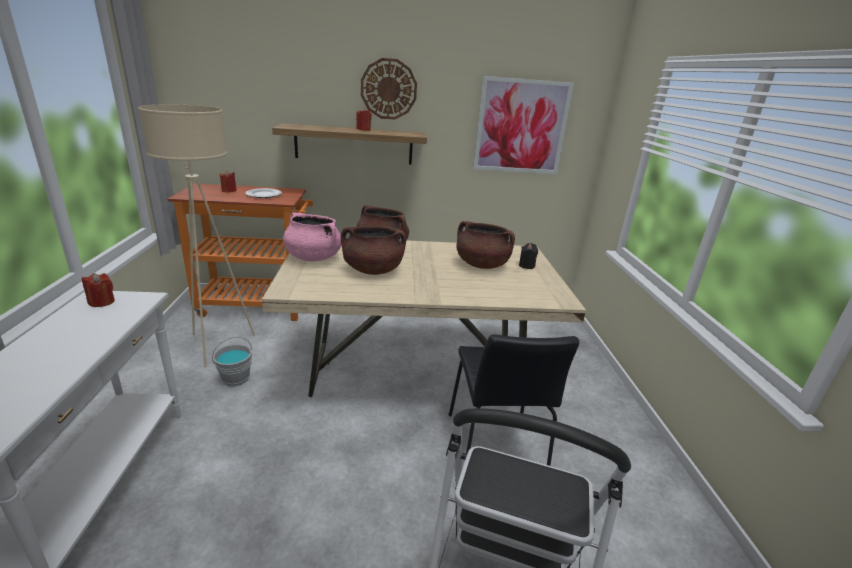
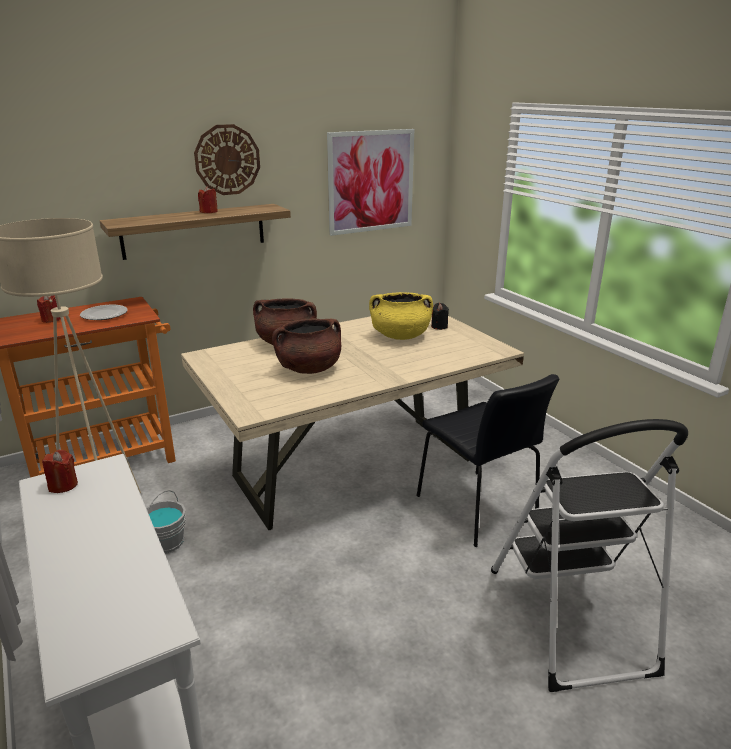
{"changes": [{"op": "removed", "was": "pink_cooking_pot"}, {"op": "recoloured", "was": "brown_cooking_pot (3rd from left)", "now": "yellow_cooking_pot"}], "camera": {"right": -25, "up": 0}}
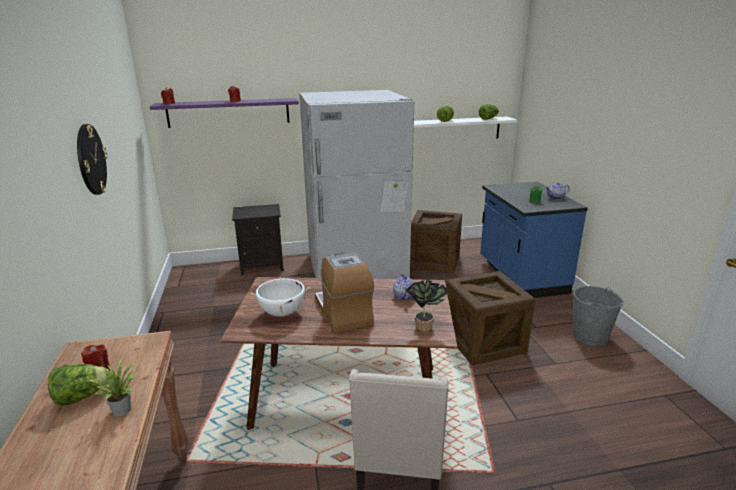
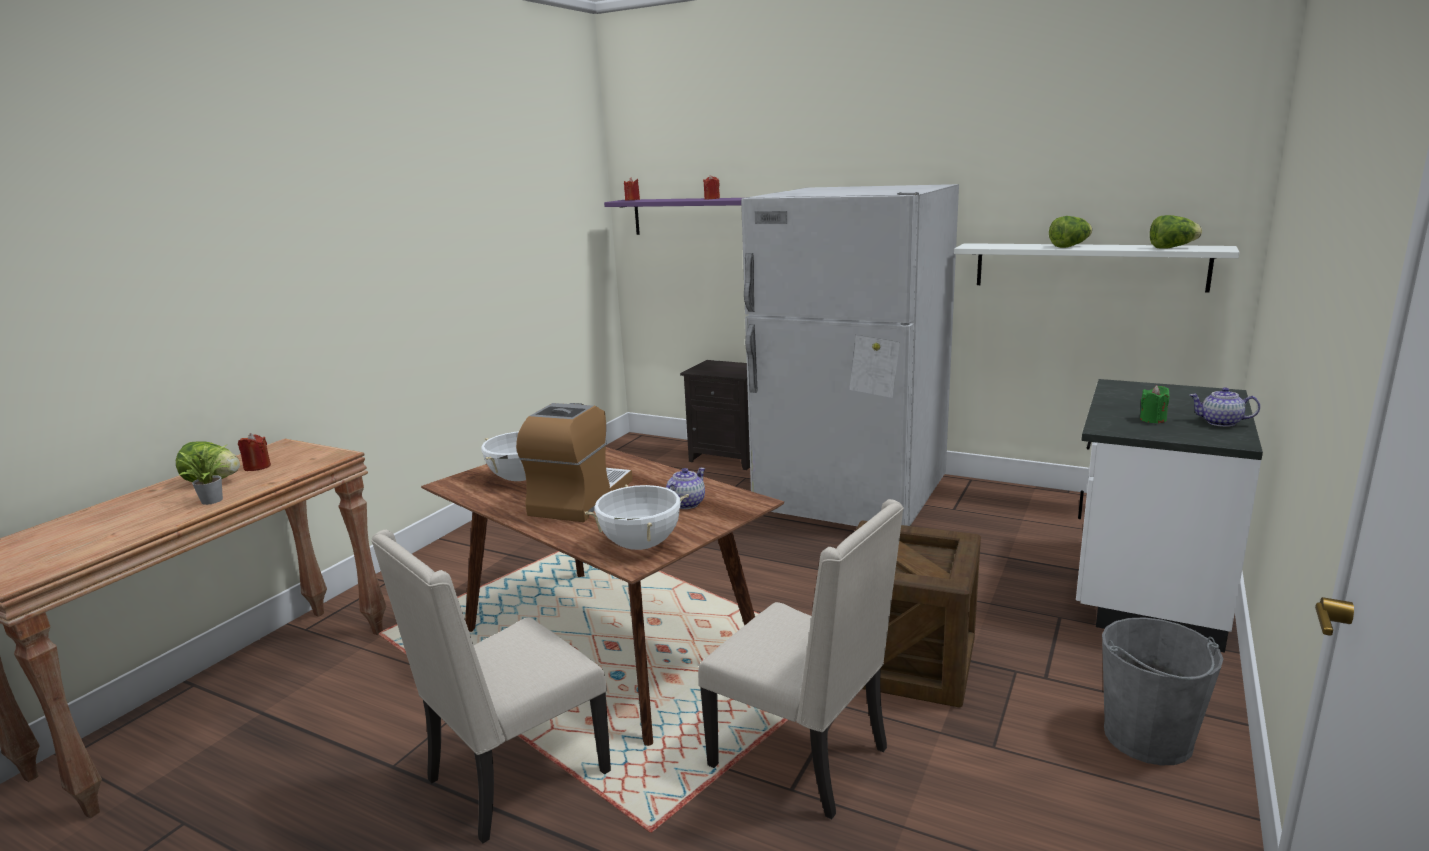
{"changes": [{"op": "removed", "was": "wall_clock"}, {"op": "removed", "was": "crate (1st from left)"}, {"op": "added", "now": "beige_chair (2nd from left)"}, {"op": "replaced", "was": "potted_plant (2nd from left)", "now": "white_cooking_pot (2nd from left)"}, {"op": "recoloured", "was": "blue_counter", "now": "white_counter"}], "camera": {"right": 40, "up": -5}}
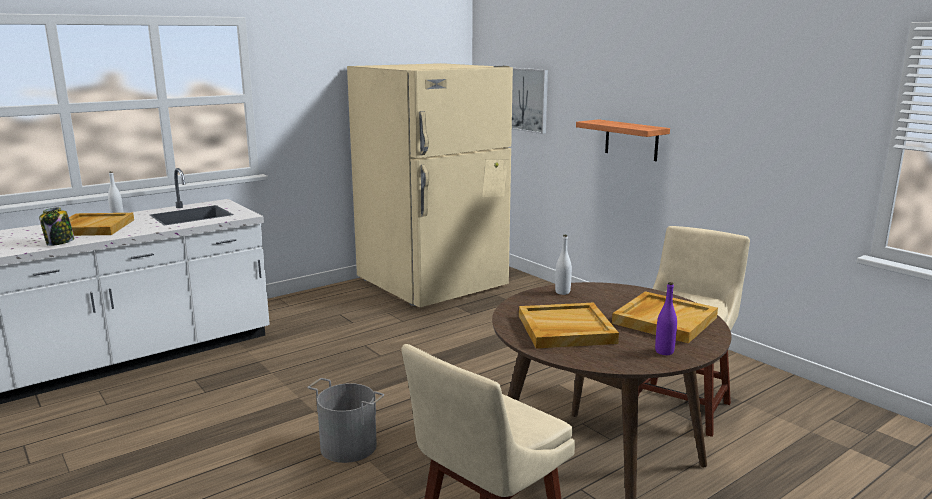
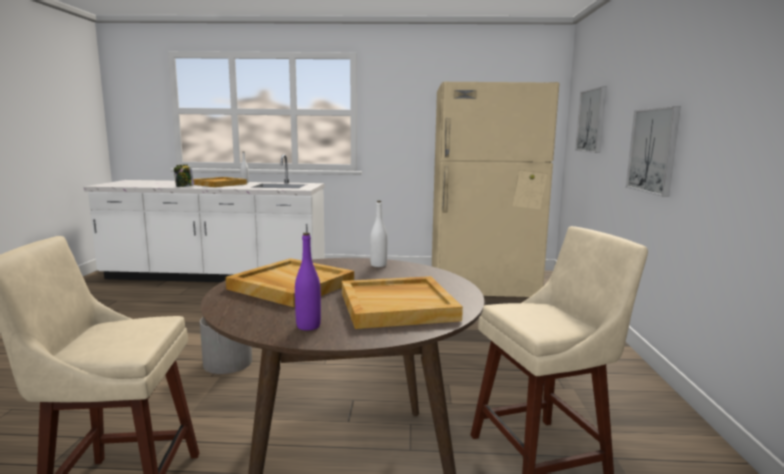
{"changes": [{"op": "replaced", "was": "shelf", "now": "picture (2nd from left)"}], "camera": {"right": 40, "up": -5}}
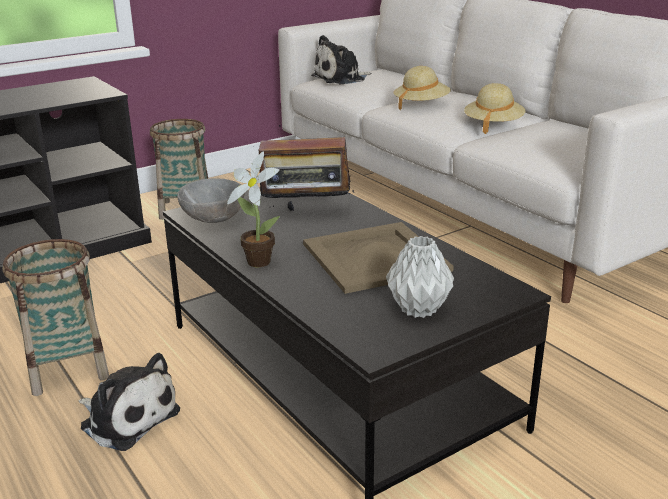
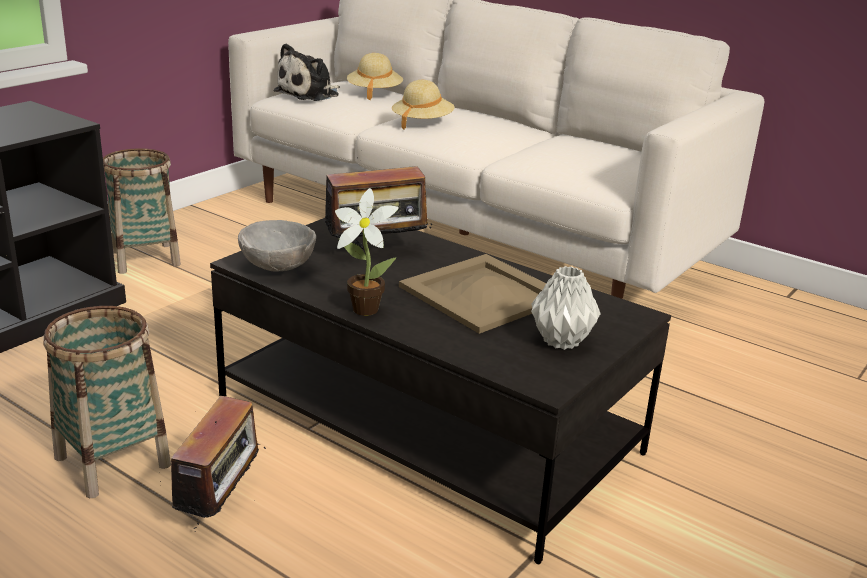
{"changes": [{"op": "moved", "was": "beige_hat (2nd from left in the first image)", "now": "beige_hat (1st from left)"}, {"op": "replaced", "was": "plush_toy (1st from left)", "now": "radio (1st from left)"}], "camera": {"right": -20, "up": 0}}
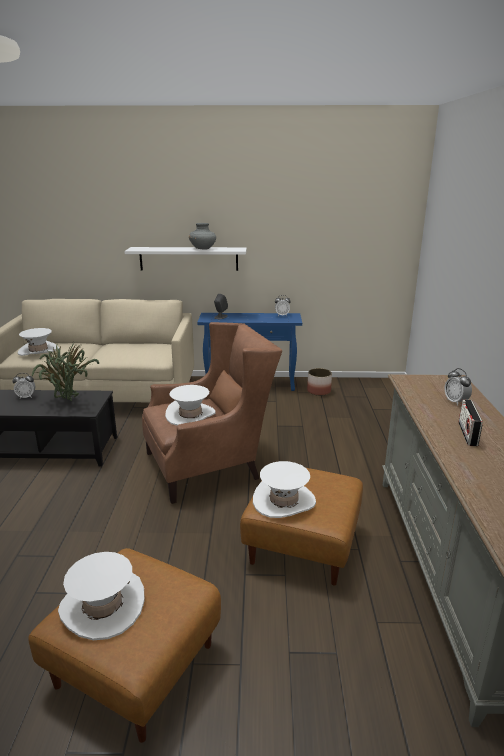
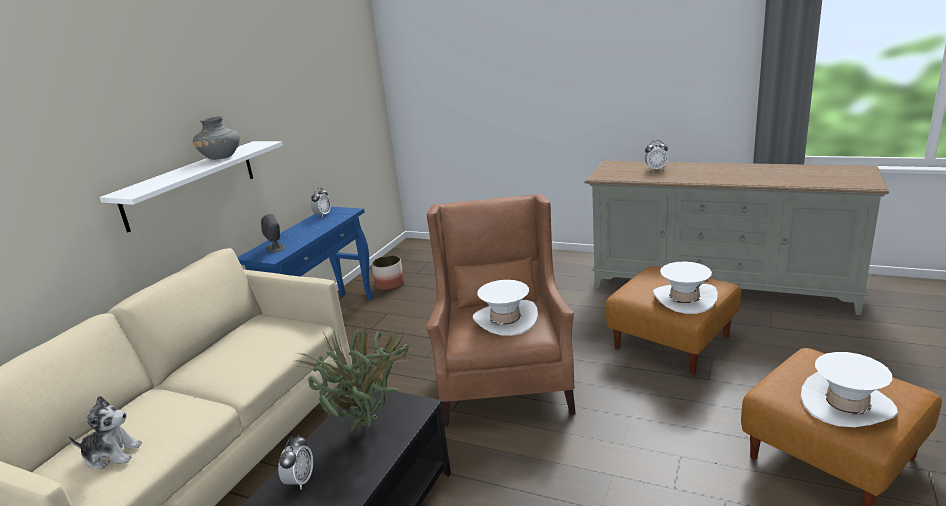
{"changes": [{"op": "removed", "was": "radio"}, {"op": "replaced", "was": "white_hat (1st from left)", "now": "plush_toy"}], "camera": {"right": -65, "up": 0}}
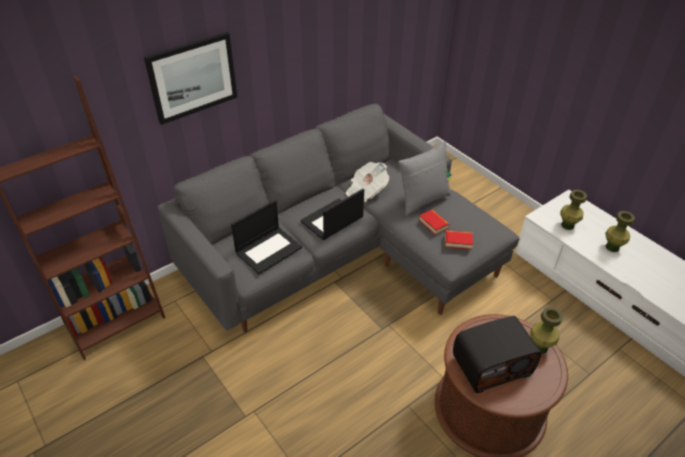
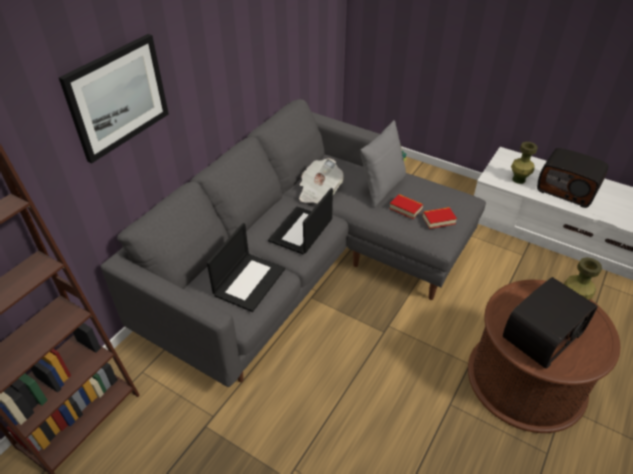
{"changes": [{"op": "replaced", "was": "green_vase (3rd from left)", "now": "radio (2nd from left)"}], "camera": {"right": -20, "up": 0}}
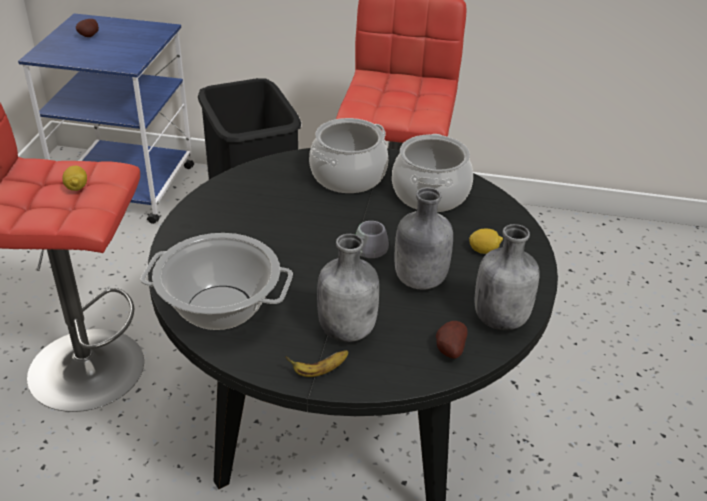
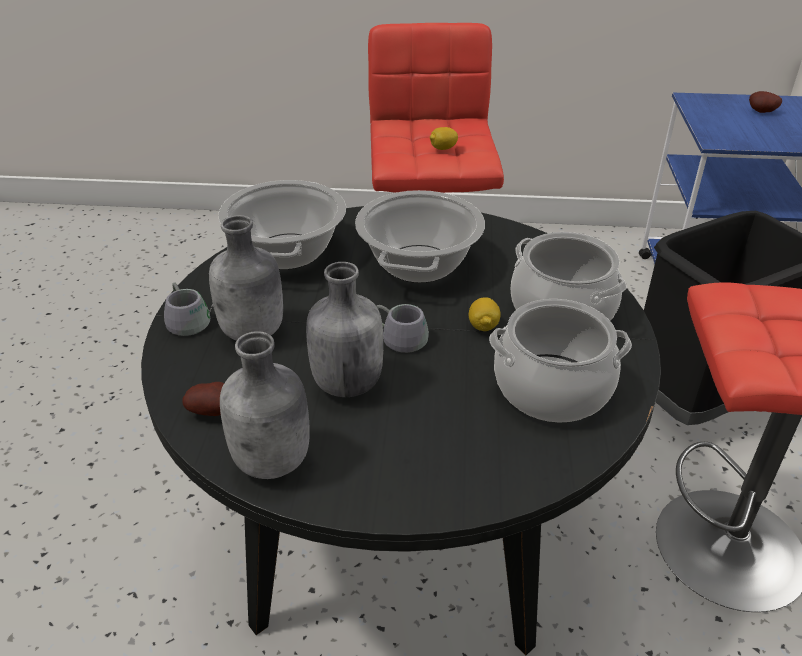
{"changes": [{"op": "added", "now": "cooking_pot (2nd from left)"}, {"op": "moved", "was": "lemon (2nd from left)"}, {"op": "replaced", "was": "banana", "now": "grey_mug (1st from left)"}], "camera": {"right": 85, "up": 0}}
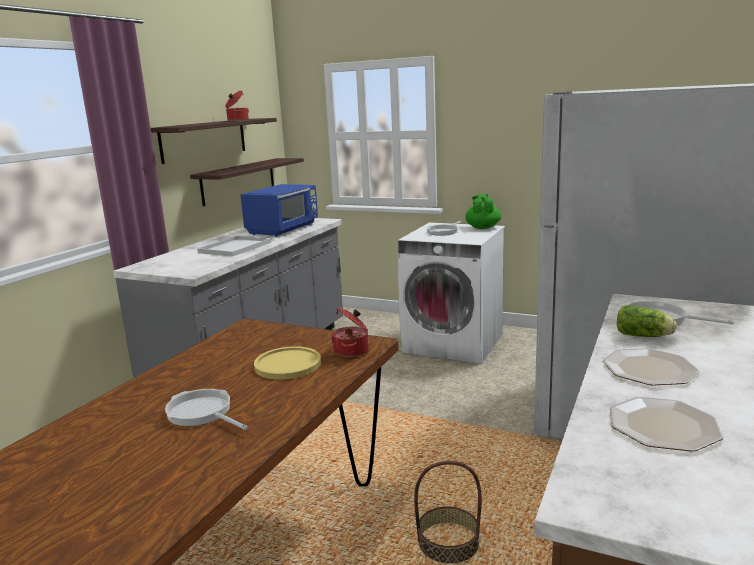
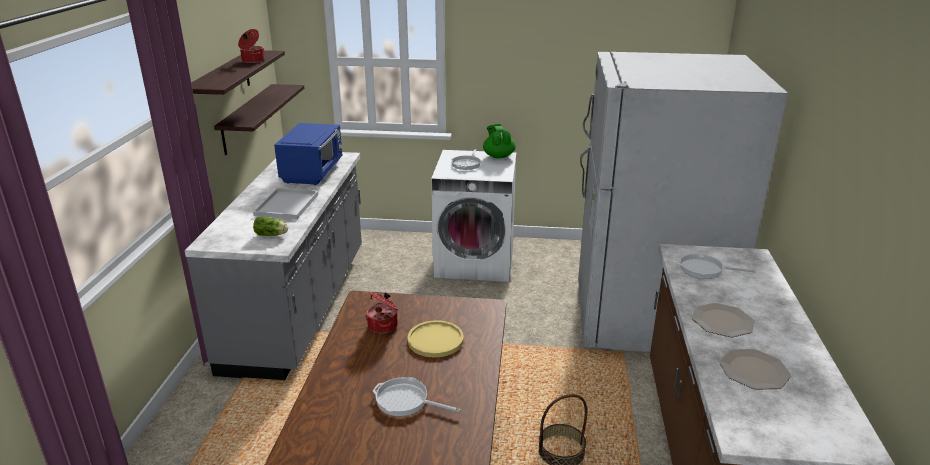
{"changes": [{"op": "moved", "was": "cooking_pot (2nd from left)"}, {"op": "moved", "was": "lettuce"}], "camera": {"right": -20, "up": 10}}
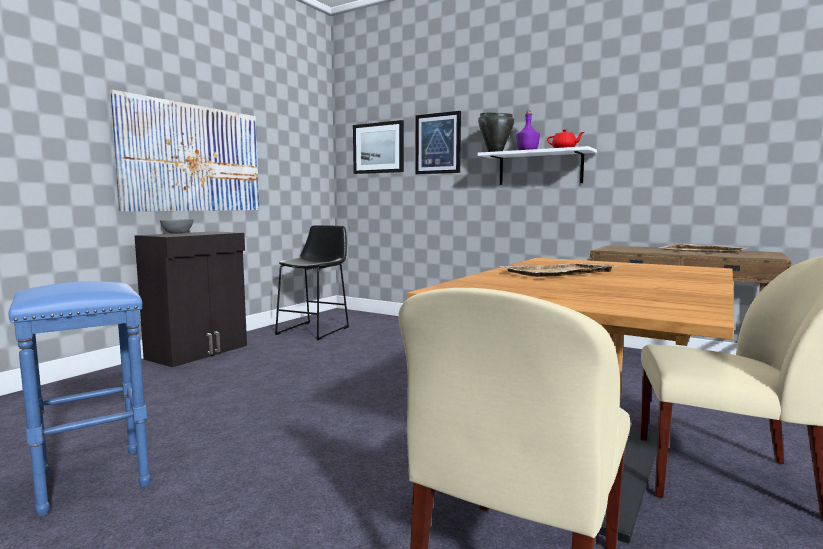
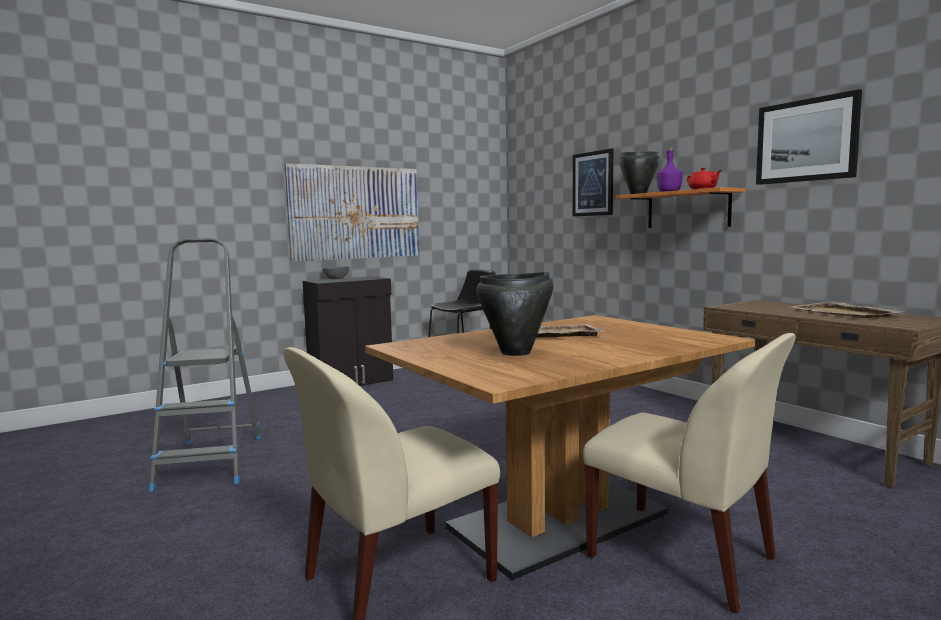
{"changes": [{"op": "added", "now": "black_cooking_pot (1st from left)"}, {"op": "moved", "was": "picture (2nd from left in the first image)", "now": "picture (3rd from left)"}, {"op": "replaced", "was": "blue_stool", "now": "grey_step_ladder"}, {"op": "recoloured", "was": "white_shelf", "now": "orange_shelf"}], "camera": {"right": 25, "up": 0}}
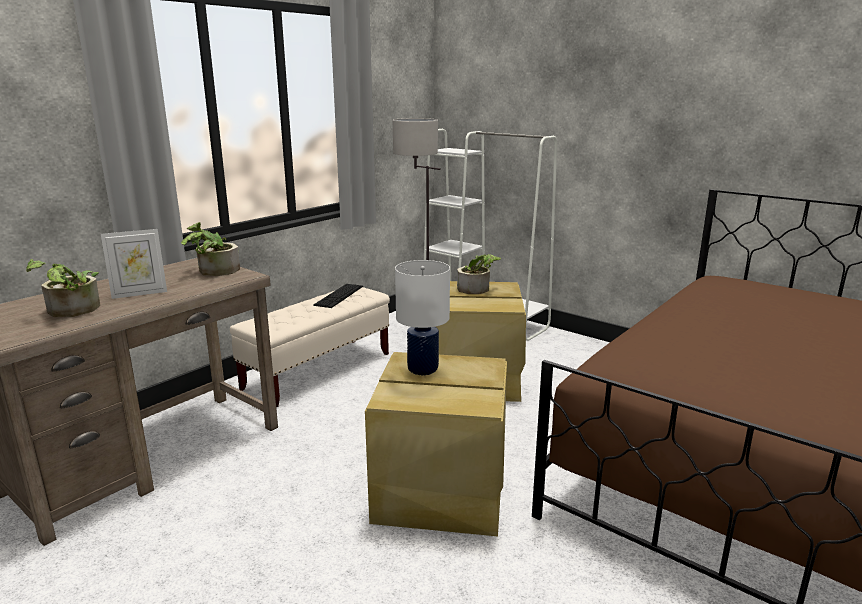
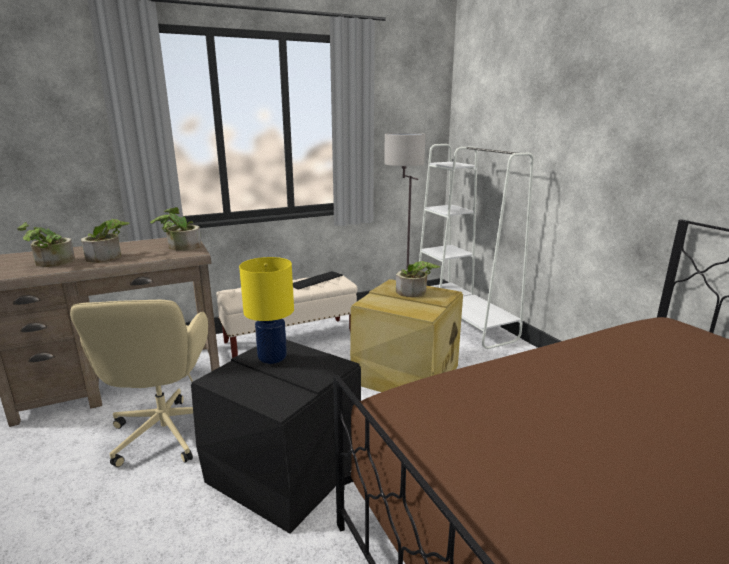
{"changes": [{"op": "added", "now": "beige_office_chair"}, {"op": "replaced", "was": "picture_frame", "now": "potted_plant (2nd from left)"}, {"op": "recoloured", "was": "beige_storage_box (1st from left)", "now": "black_storage_box"}, {"op": "recoloured", "was": "white_table_lamp", "now": "yellow_table_lamp"}], "camera": {"right": 25, "up": 0}}
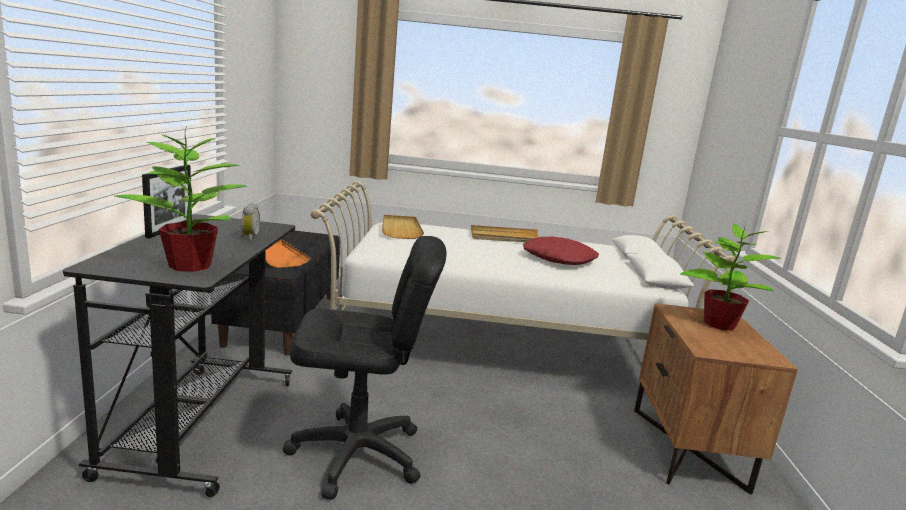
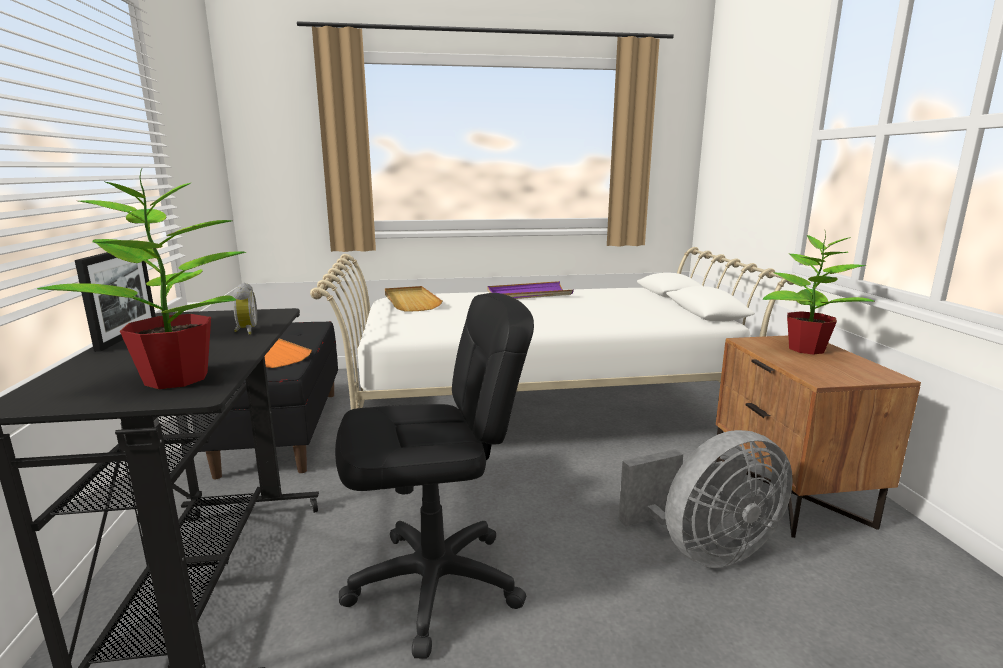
{"changes": [{"op": "removed", "was": "red_pillow"}, {"op": "added", "now": "grey_fan"}, {"op": "recoloured", "was": "beige_tray (2nd from left)", "now": "purple_tray"}], "camera": {"right": -10, "up": 0}}
